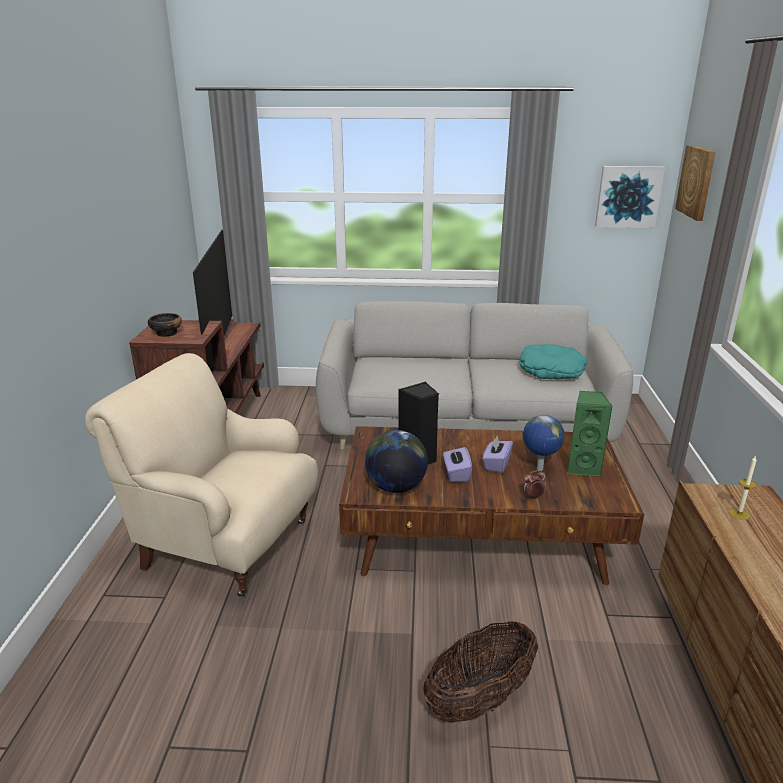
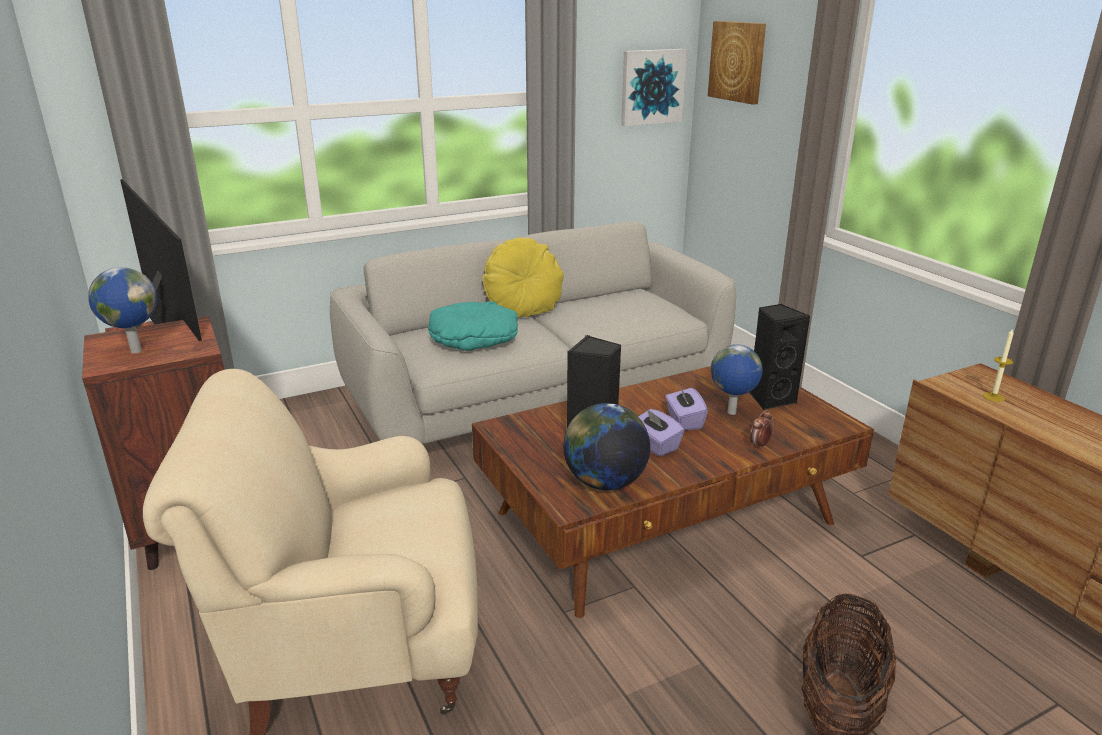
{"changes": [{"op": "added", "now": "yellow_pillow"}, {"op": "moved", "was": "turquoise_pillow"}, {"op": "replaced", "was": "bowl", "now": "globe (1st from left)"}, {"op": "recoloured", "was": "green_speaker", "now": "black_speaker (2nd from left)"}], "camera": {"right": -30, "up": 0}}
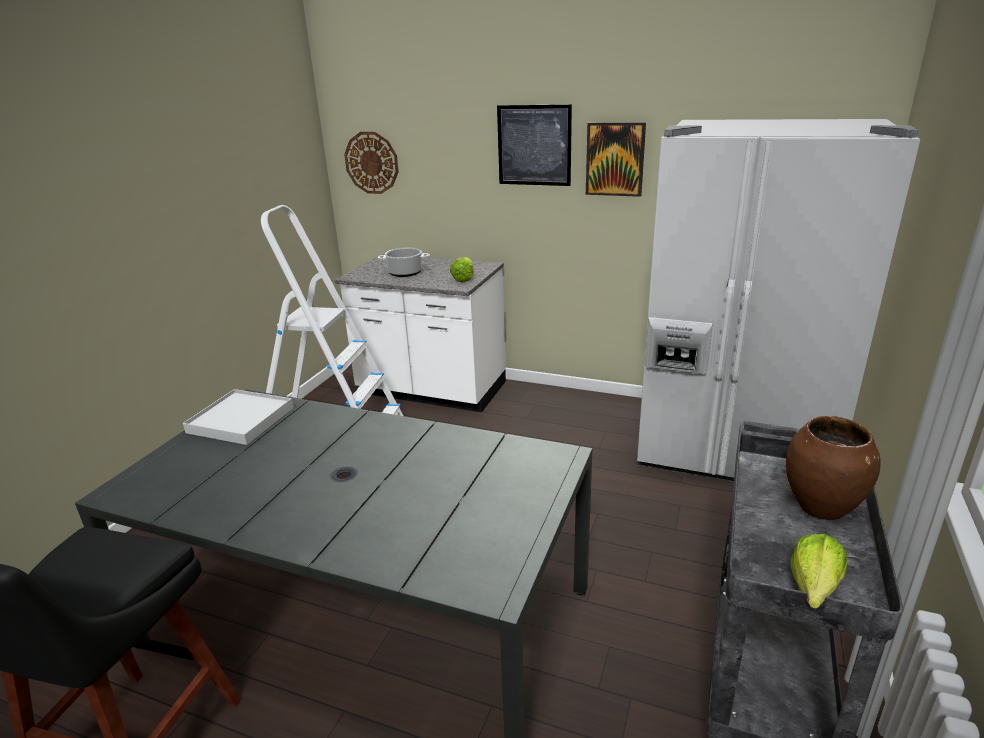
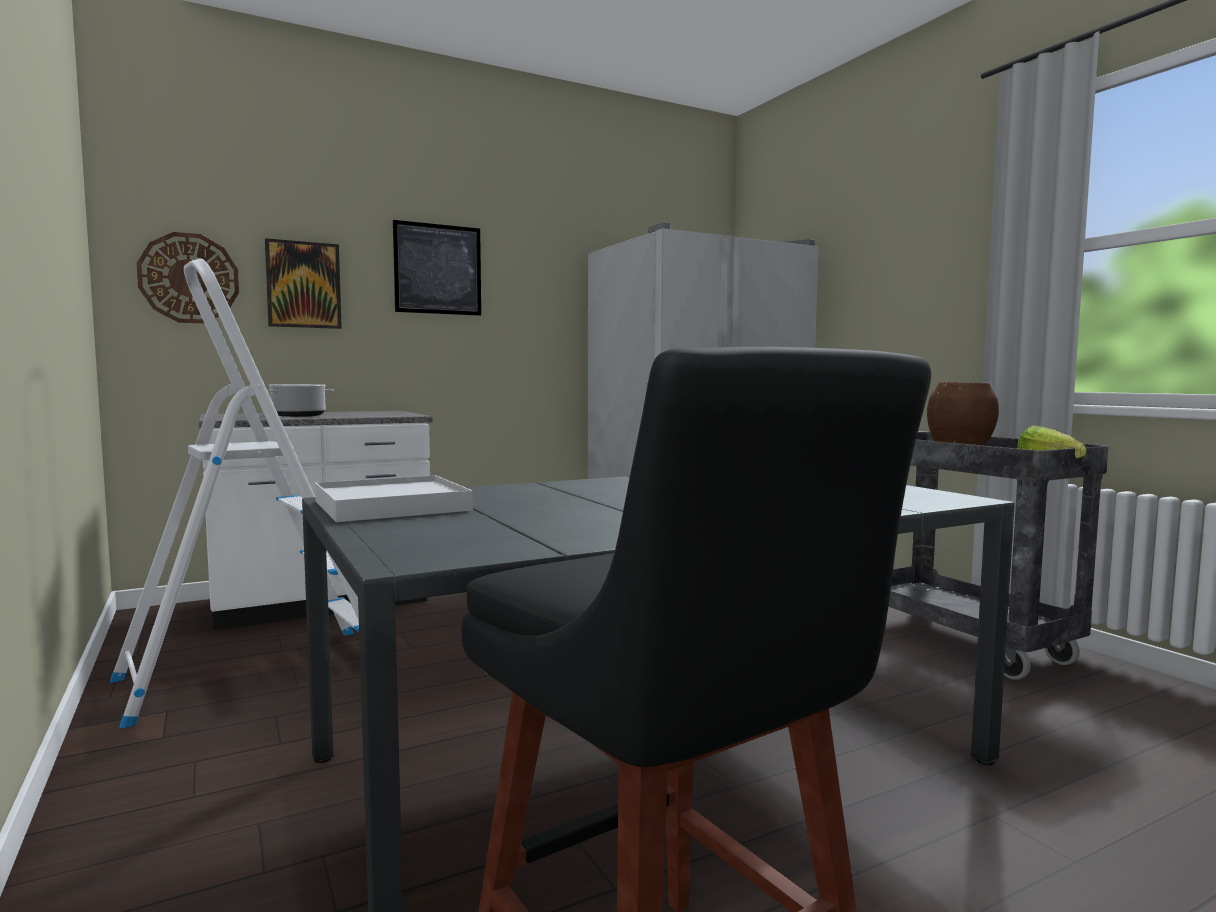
{"changes": [{"op": "removed", "was": "lettuce (1st from left)"}, {"op": "moved", "was": "picture (2nd from left in the first image)", "now": "picture (1st from left)"}], "camera": {"right": -50, "up": -20}}
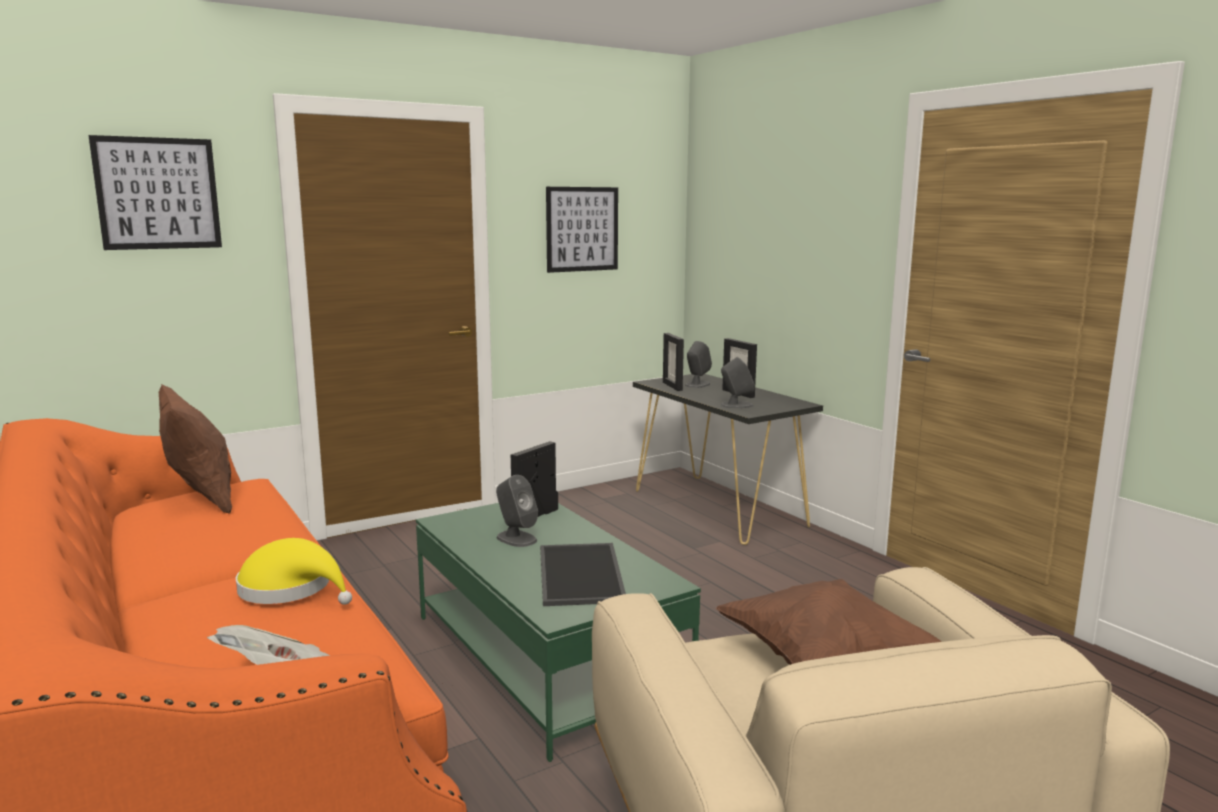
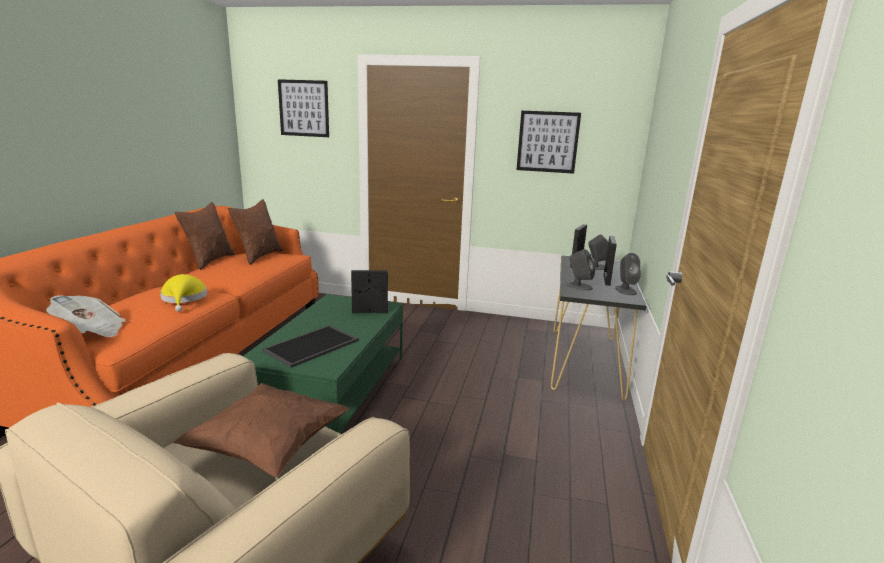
{"changes": [{"op": "added", "now": "brown_pillow (1st from left)"}, {"op": "moved", "was": "grey_speaker (1st from left in the first image)", "now": "grey_speaker (3rd from left)"}], "camera": {"right": 45, "up": 5}}
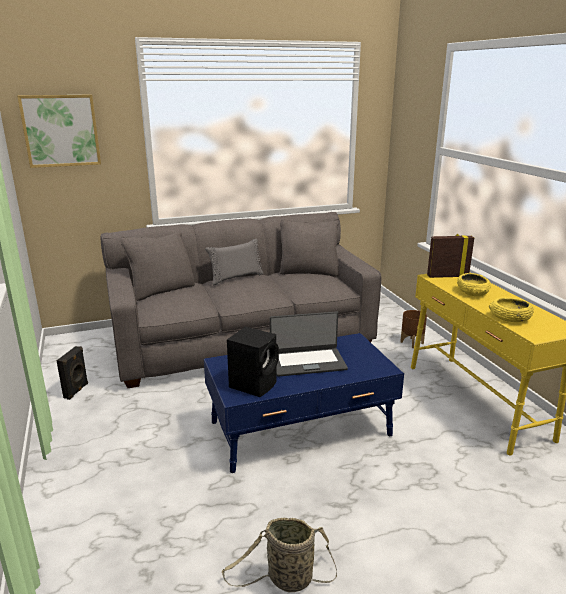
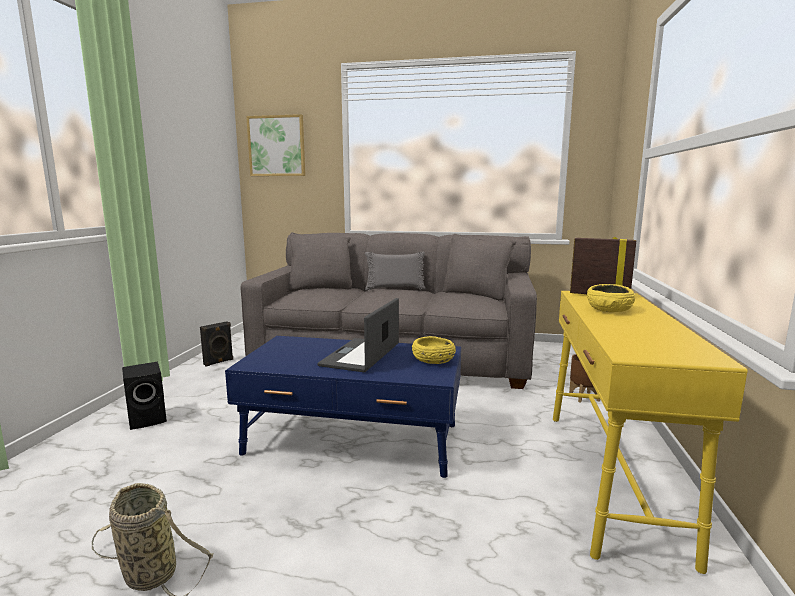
{"changes": [{"op": "moved", "was": "black_speaker (2nd from left in the first image)", "now": "black_speaker (1st from left)"}, {"op": "moved", "was": "yellow_bowl (2nd from left in the first image)", "now": "yellow_bowl (1st from left)"}, {"op": "turned", "was": "laptop", "clockwise": 90}], "camera": {"right": 30, "up": -10}}
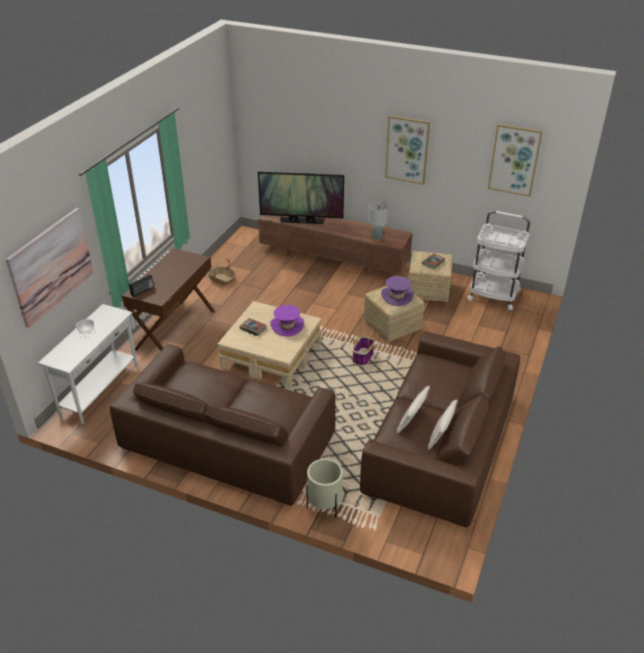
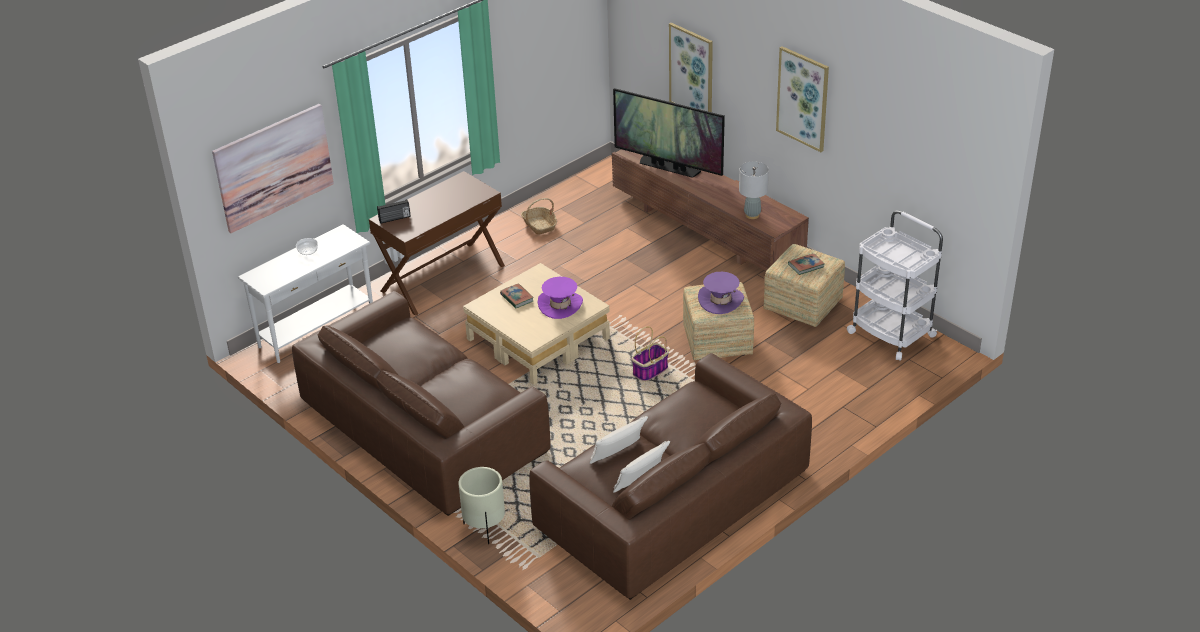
{"changes": [{"op": "moved", "was": "picture (3rd from left in the first image)", "now": "picture (2nd from left)"}], "camera": {"right": 25, "up": 0}}
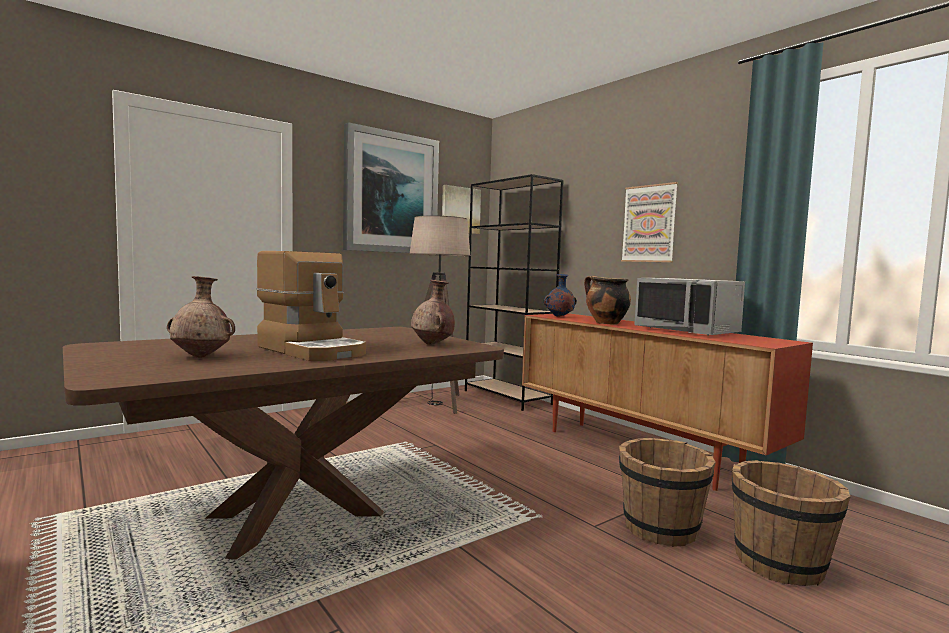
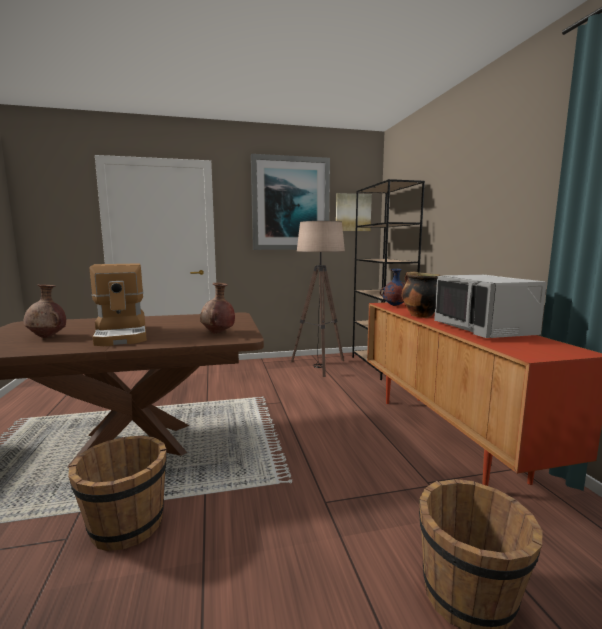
{"changes": [{"op": "removed", "was": "picture (3rd from left)"}, {"op": "moved", "was": "brown_bucket (1st from left)"}], "camera": {"right": 25, "up": 5}}
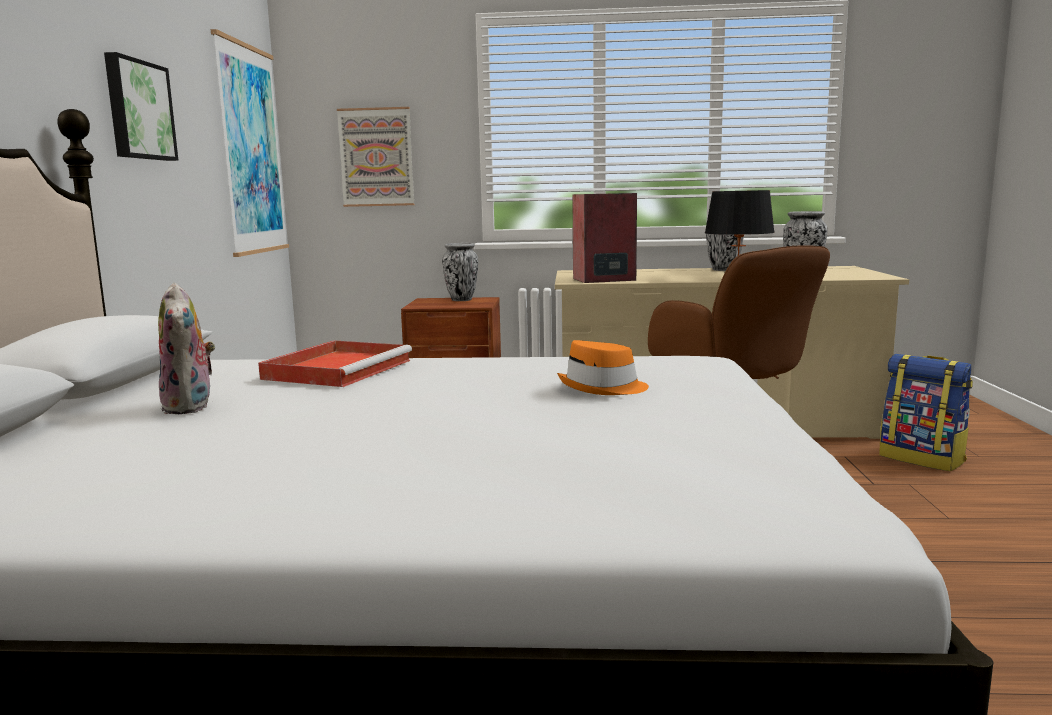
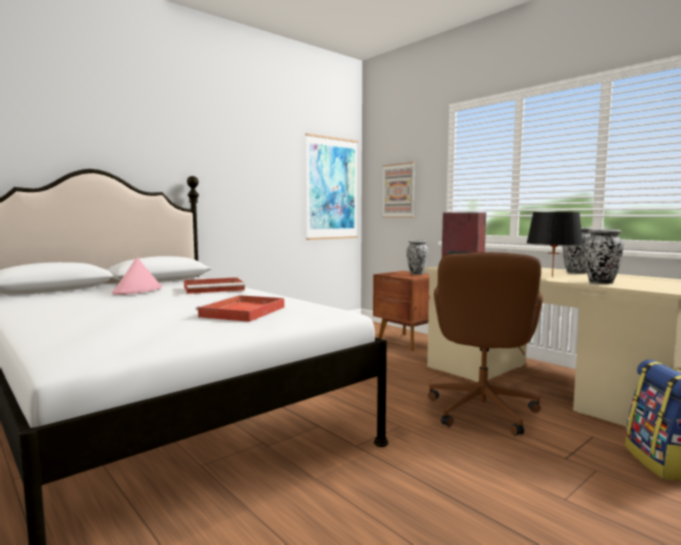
{"changes": [{"op": "removed", "was": "picture (1st from left)"}, {"op": "replaced", "was": "plush_toy", "now": "pink_hat"}, {"op": "replaced", "was": "orange_hat", "now": "red_tray (2nd from left)"}], "camera": {"right": 45, "up": -5}}
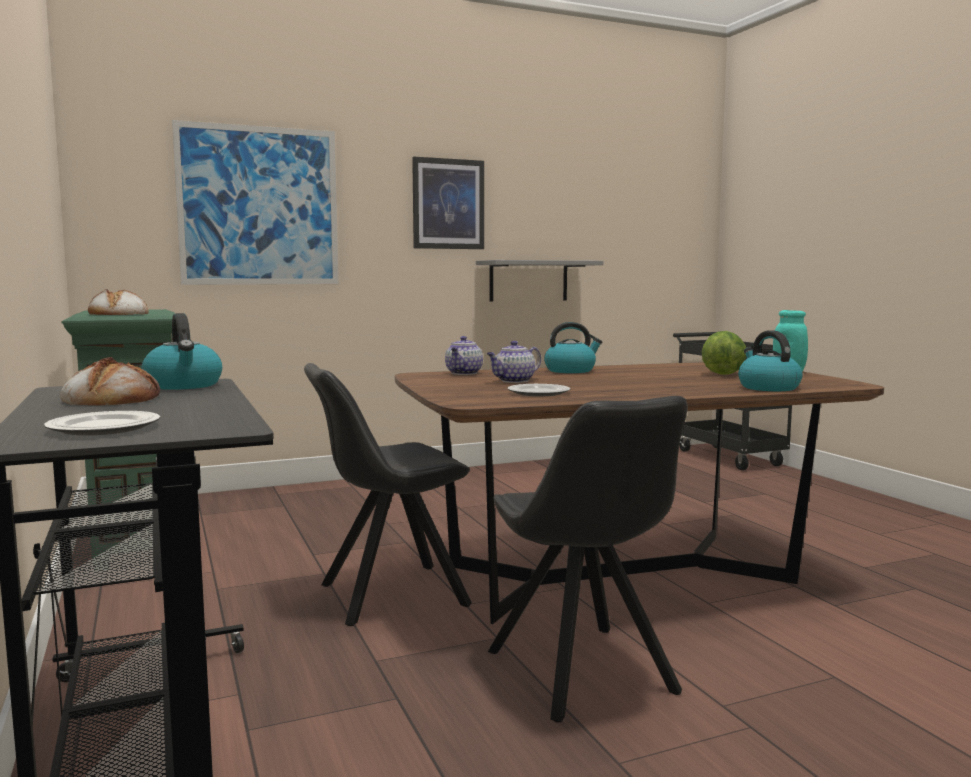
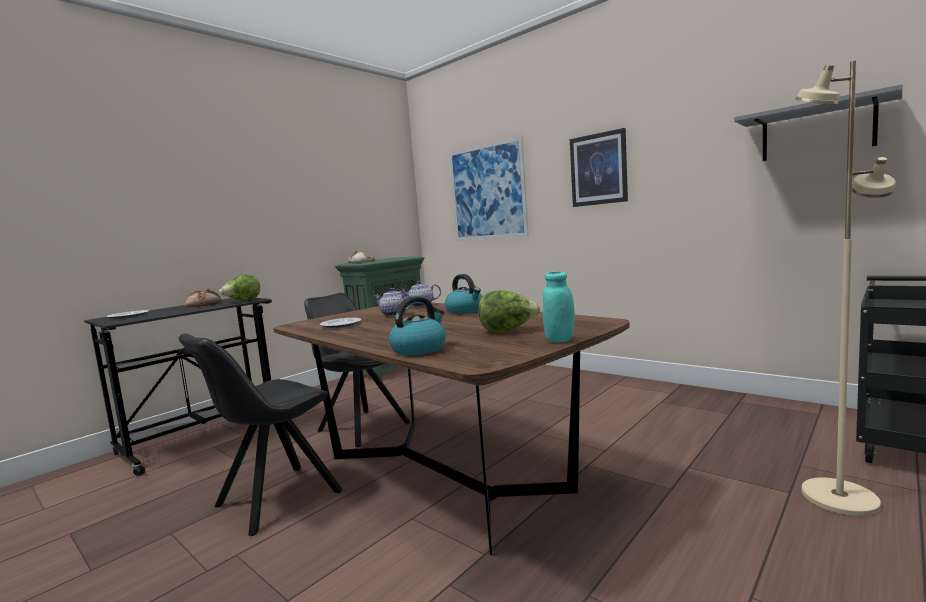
{"changes": [{"op": "added", "now": "beige_floor_lamp"}, {"op": "moved", "was": "grey_shelf"}, {"op": "replaced", "was": "kettle (1st from left)", "now": "lettuce (1st from left)"}], "camera": {"right": 65, "up": 0}}
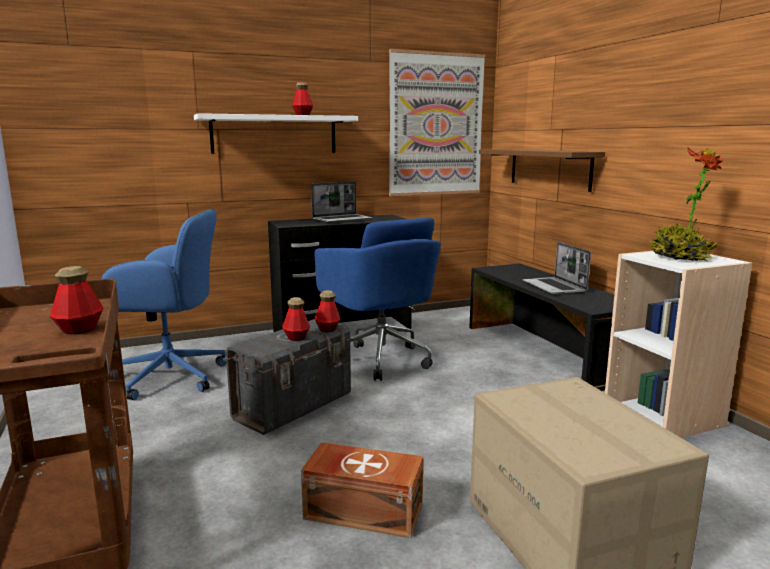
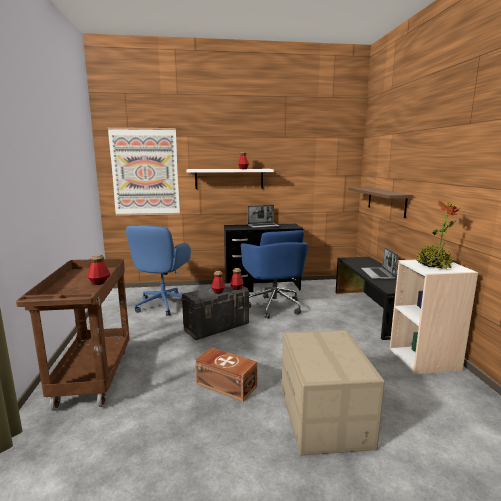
{"changes": [{"op": "moved", "was": "picture"}, {"op": "turned", "was": "blue_office_chair (1st from left)", "clockwise": 90}], "camera": {"right": 15, "up": 0}}
